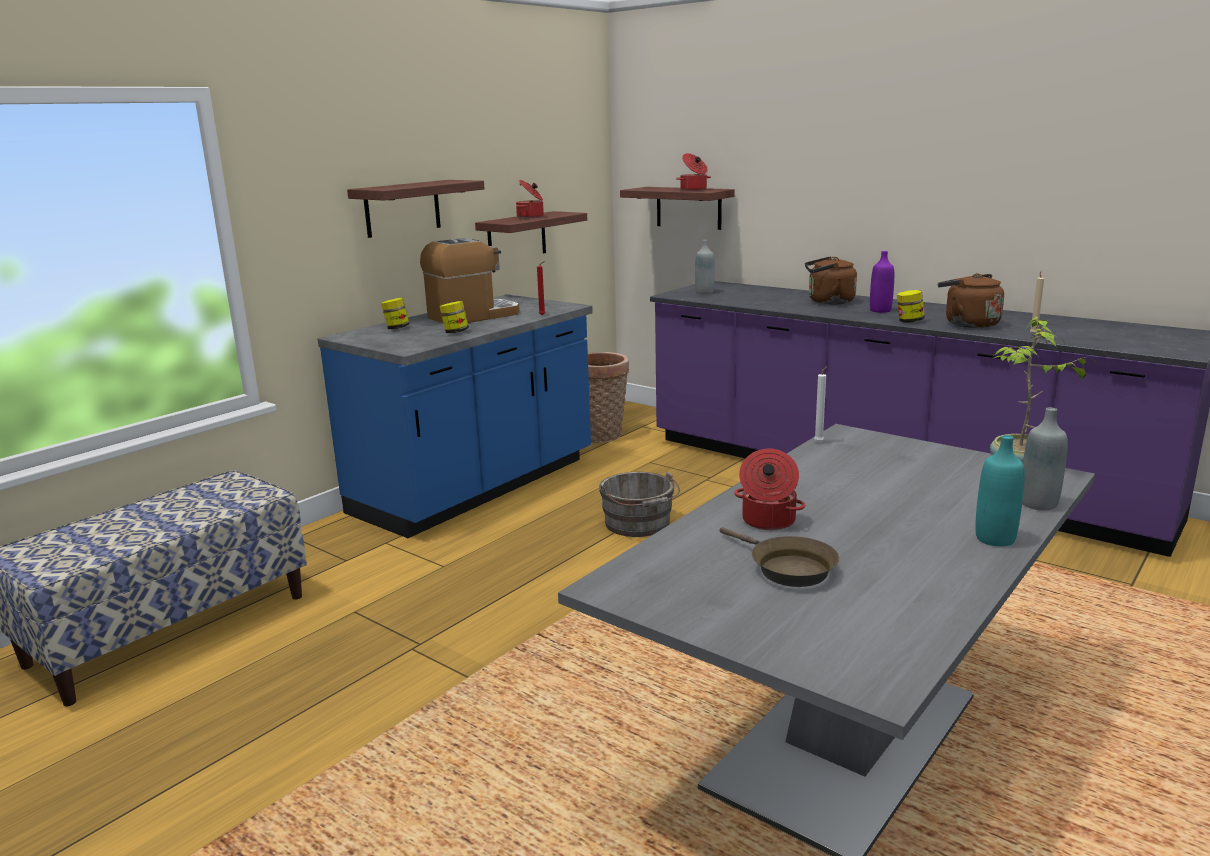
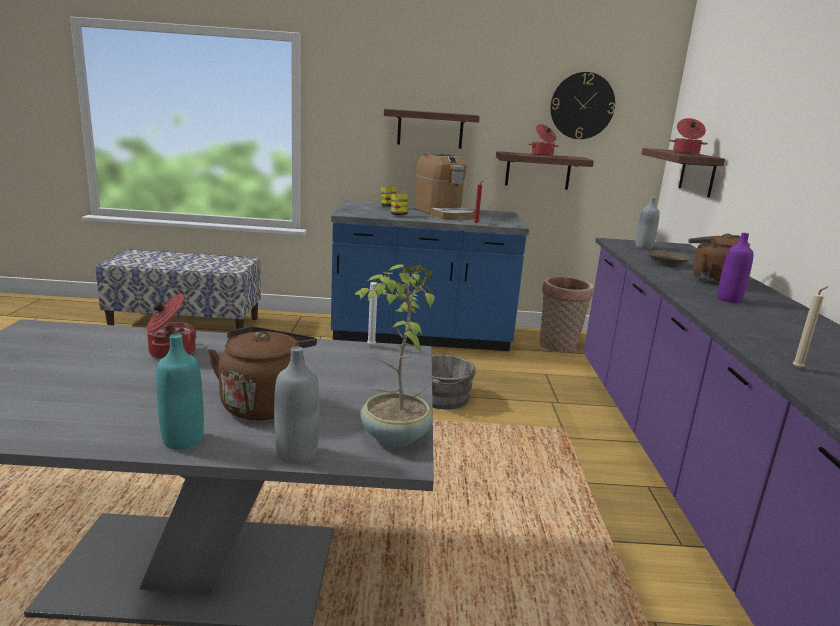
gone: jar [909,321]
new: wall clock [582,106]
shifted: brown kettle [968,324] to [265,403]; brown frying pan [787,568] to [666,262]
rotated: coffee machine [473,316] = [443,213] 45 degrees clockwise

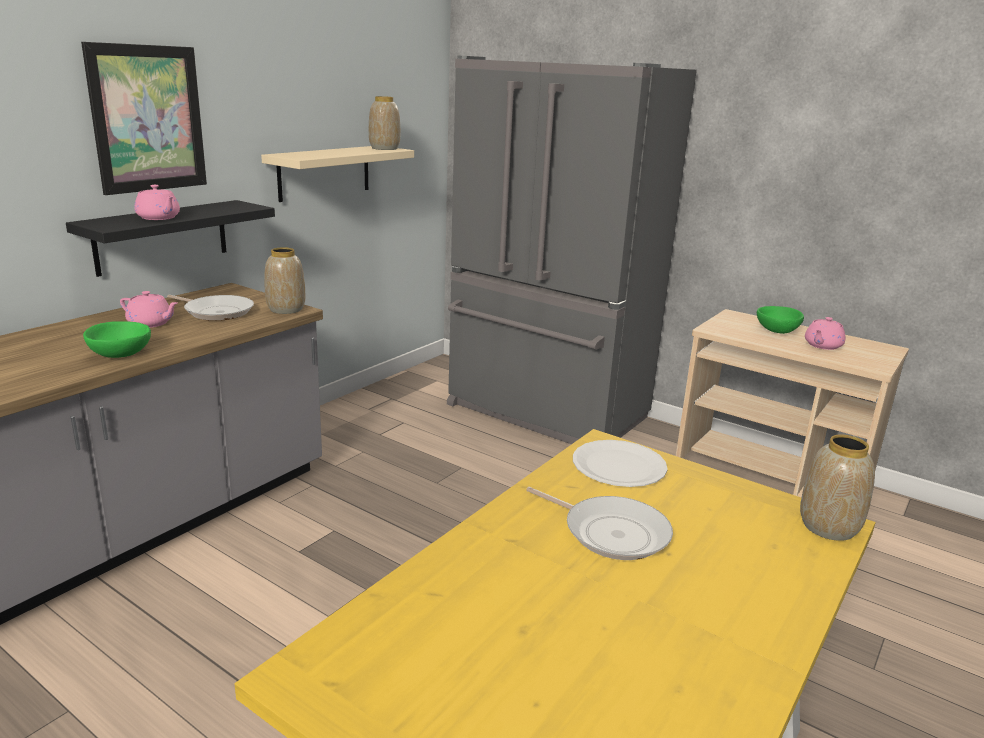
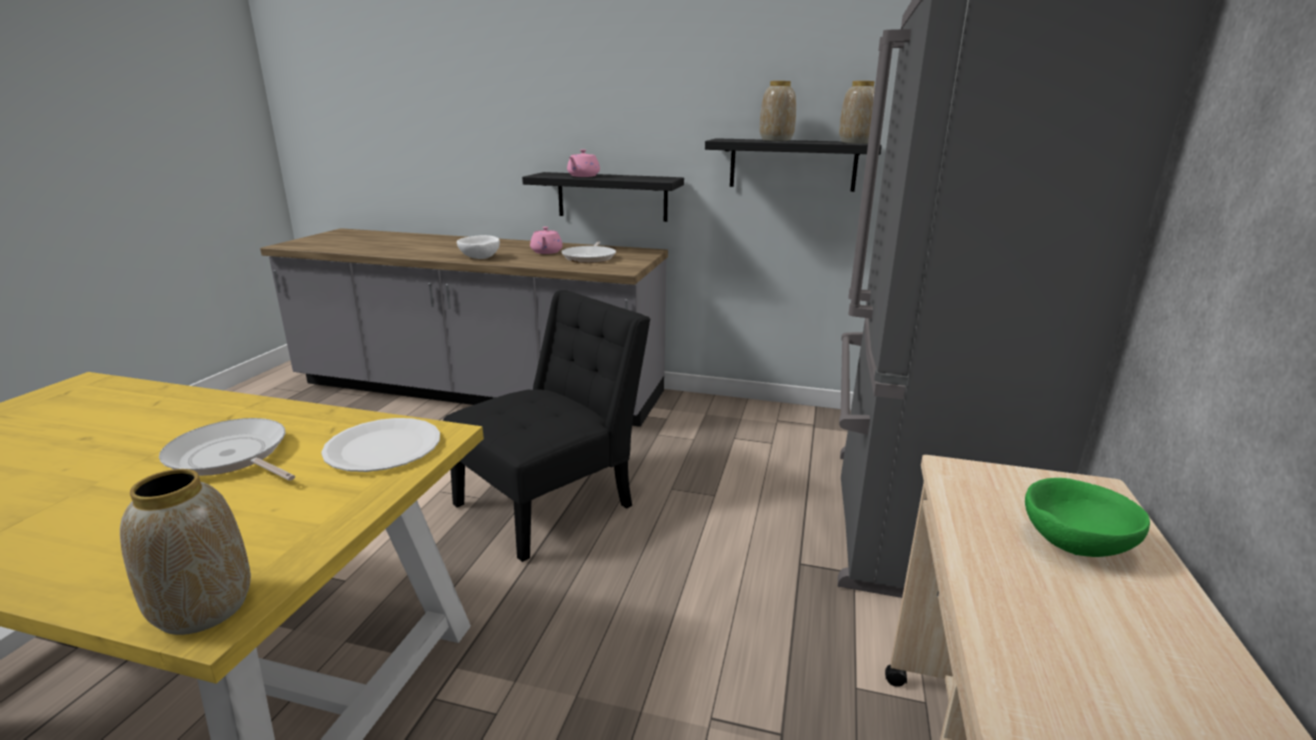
gone: picture [148,119]; pink teapot [822,346]
new: black chair [552,502]
shifted: vase [286,309] to [776,140]
repainted: beige shelf [324,172] to black shelf [792,164]; green bowl [120,355] to white bowl [479,258]
rotated: frying pan [611,532] = [231,457] 105 degrees clockwise

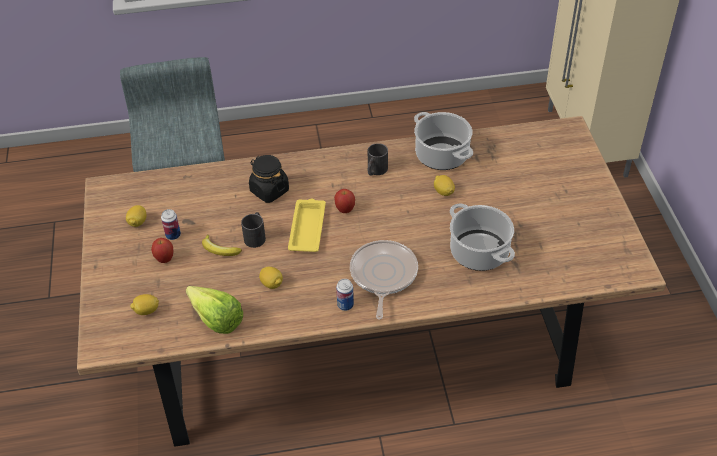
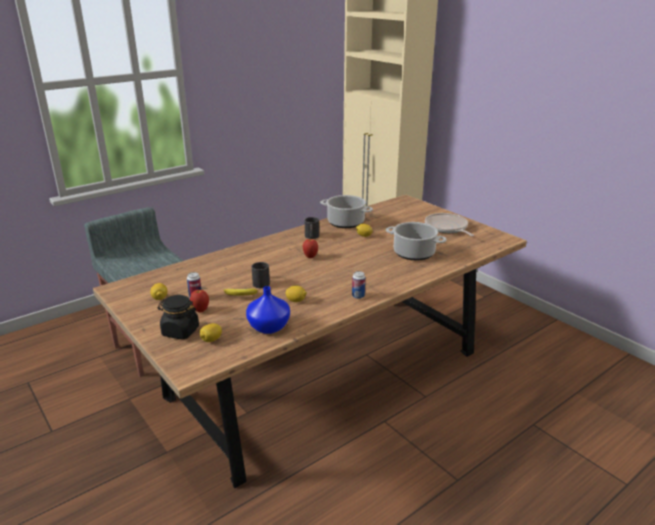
gone: yellow tray [307,228]
shifted: black jar [269,190] to [180,331]; frying pan [383,275] to [447,228]
swapped: lettuce [214,316] to blue vase [269,327]

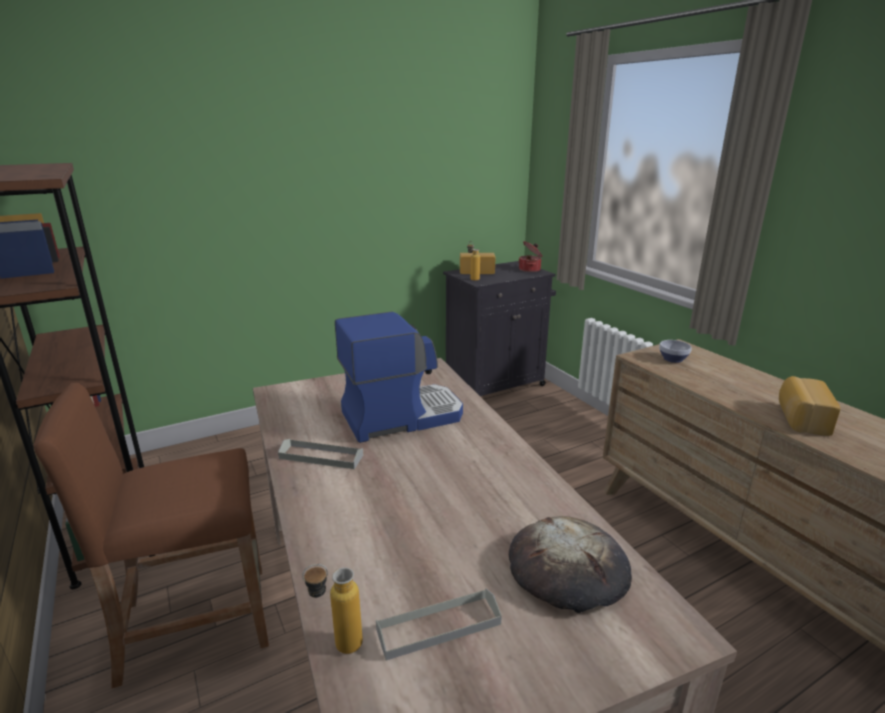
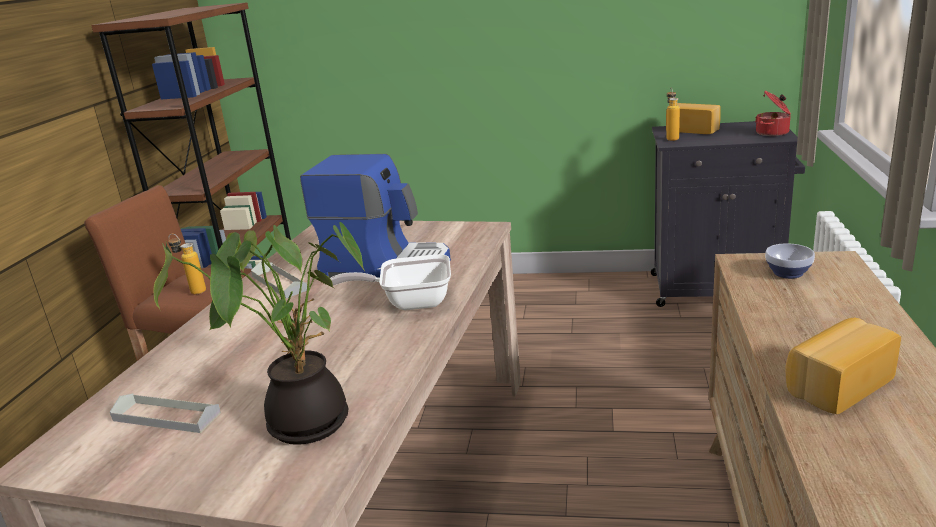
new: frying pan [410,302]
shifted: bottle [337,646] to [193,291]
swapped: bread [568,569] to potted plant [303,421]

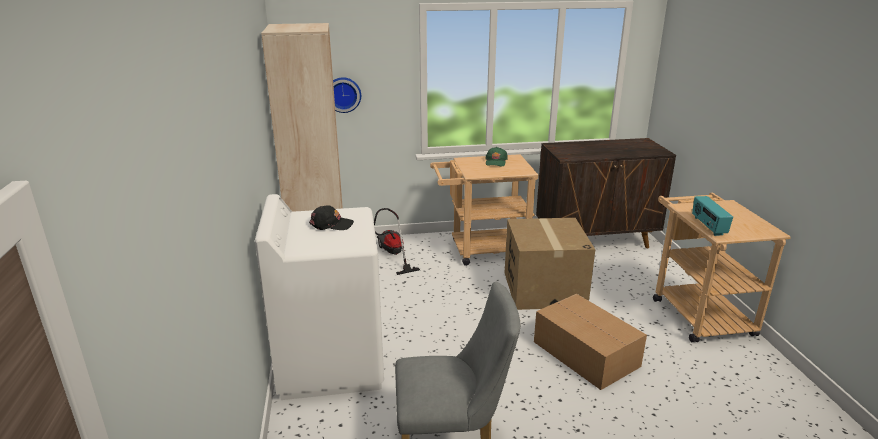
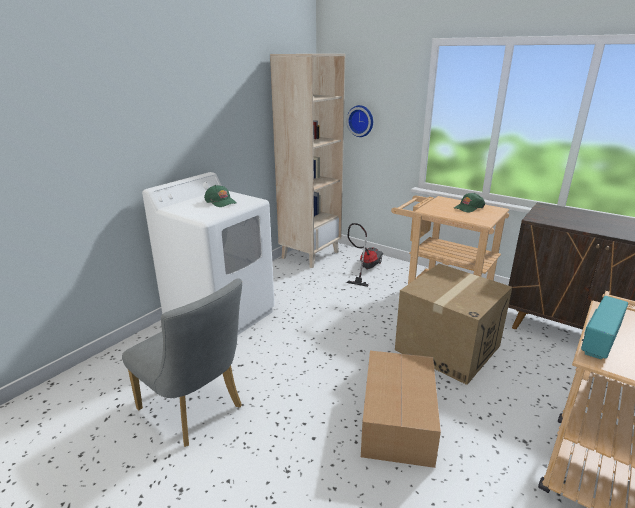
repainted: black cap [331,224] to green cap [221,202]

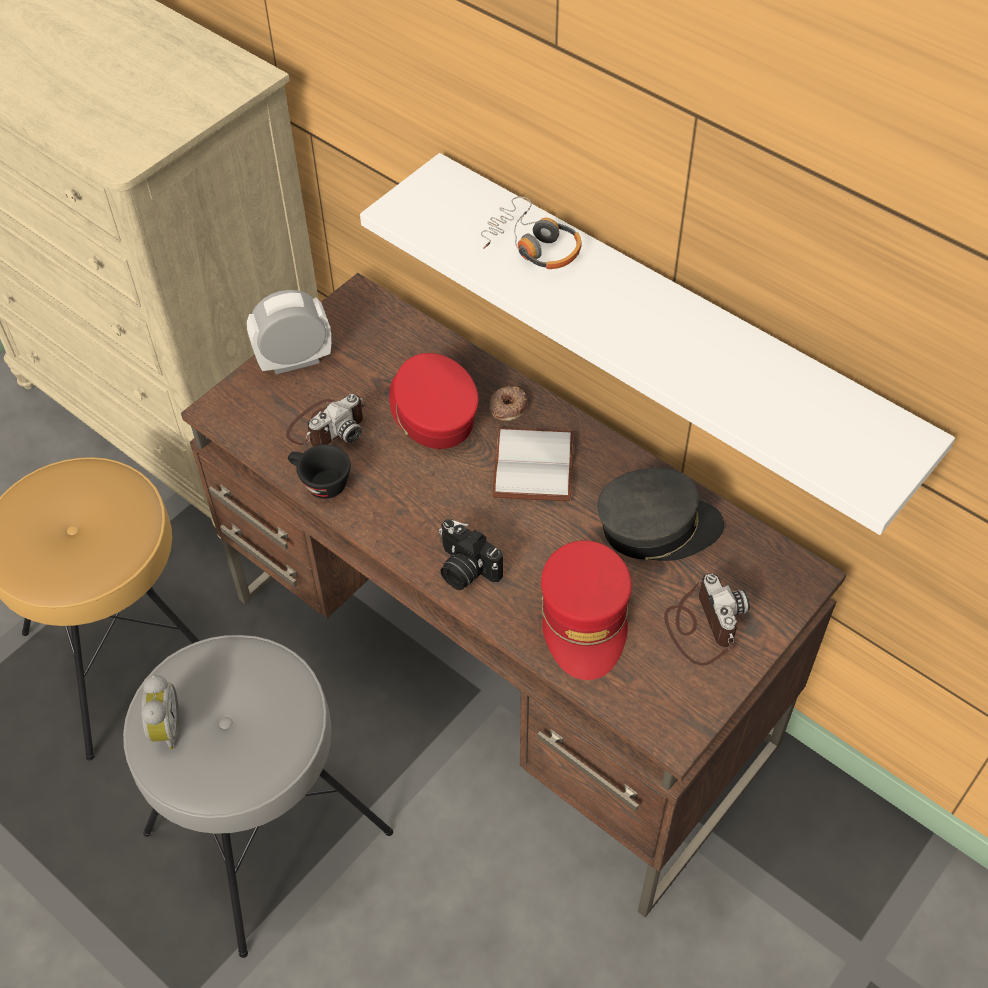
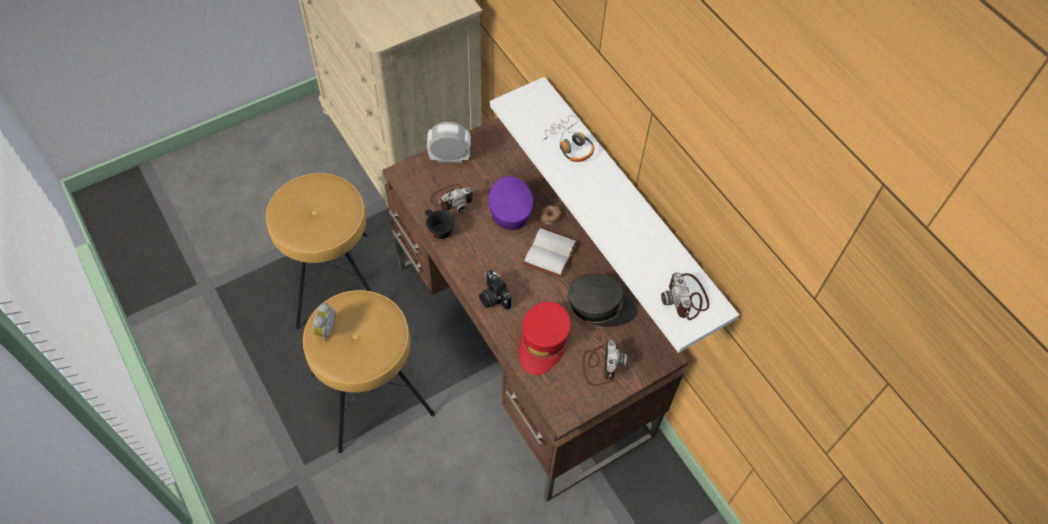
new: photo camera [686,298]
repainted: red cap [432,412] to purple cap [509,207]; grey stool [266,831] to brown stool [372,393]

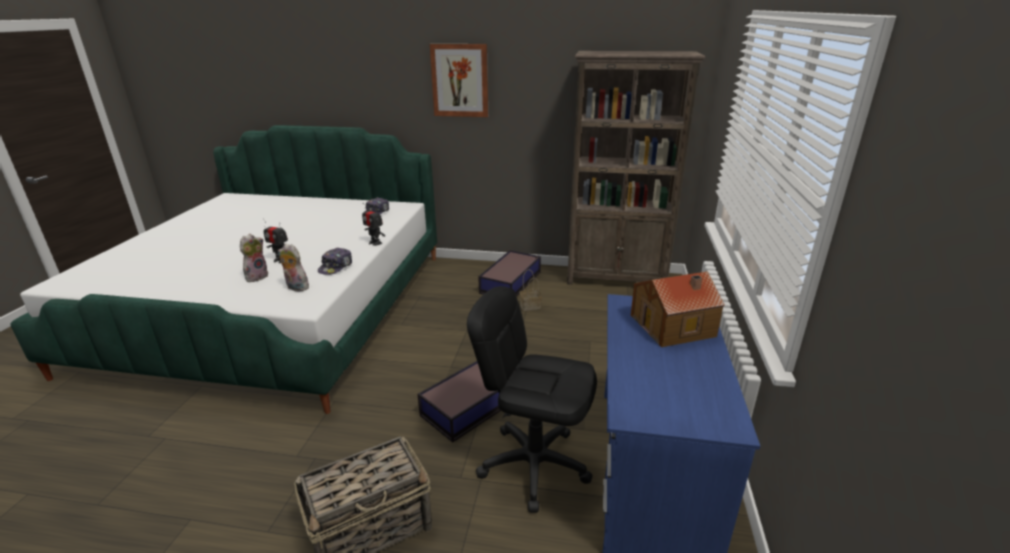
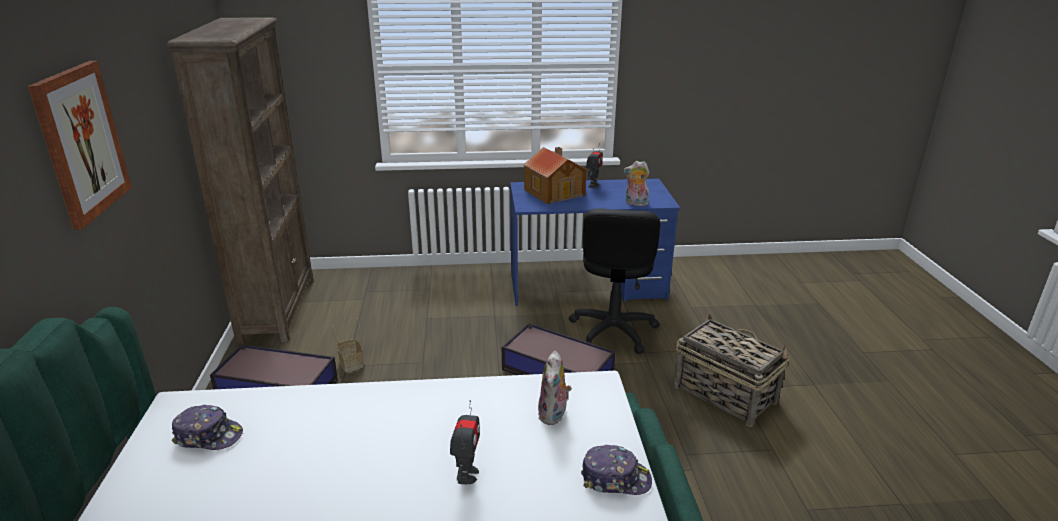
shifted: toy robot [375,243] to [593,185]; plush toy [257,276] to [635,203]; cap [336,267] to [615,478]

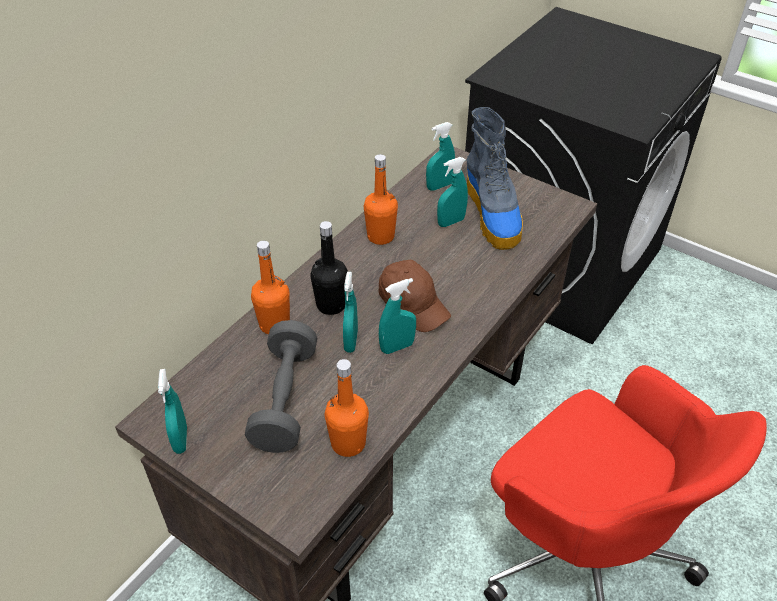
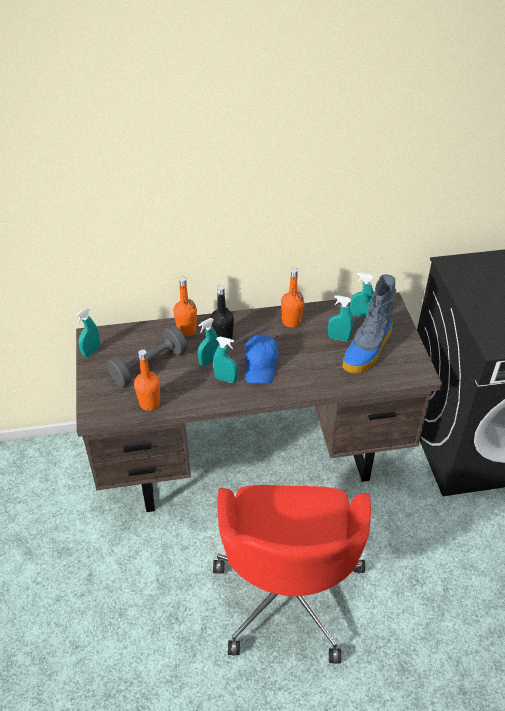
repainted: brown cap [413,304] to blue cap [261,365]

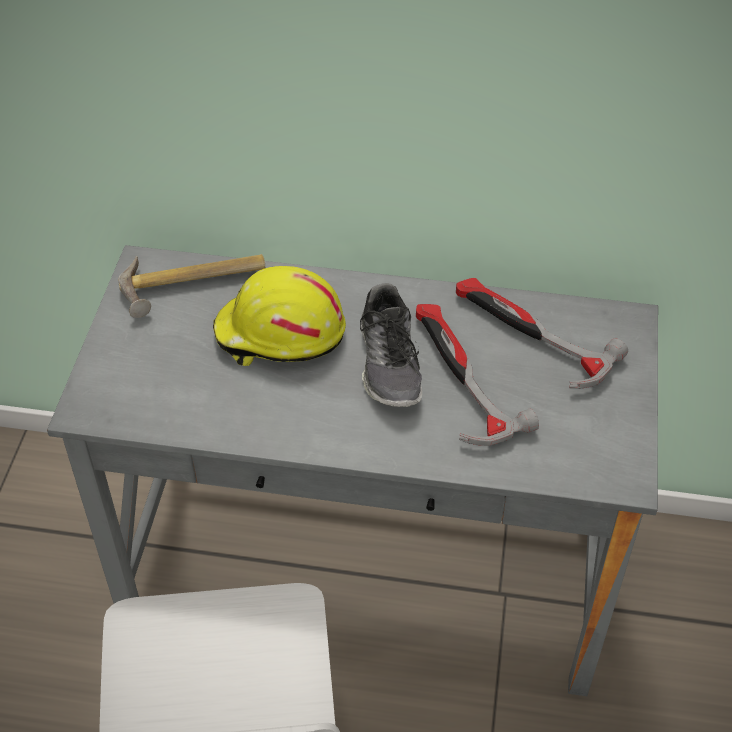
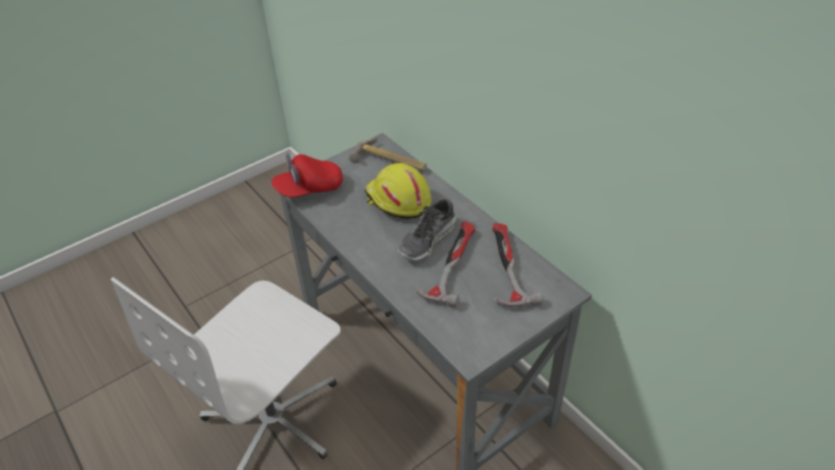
new: red cap [309,189]

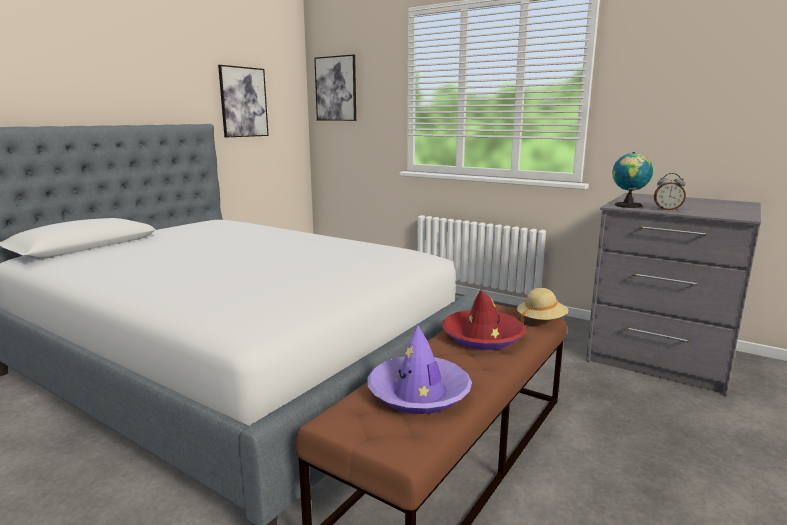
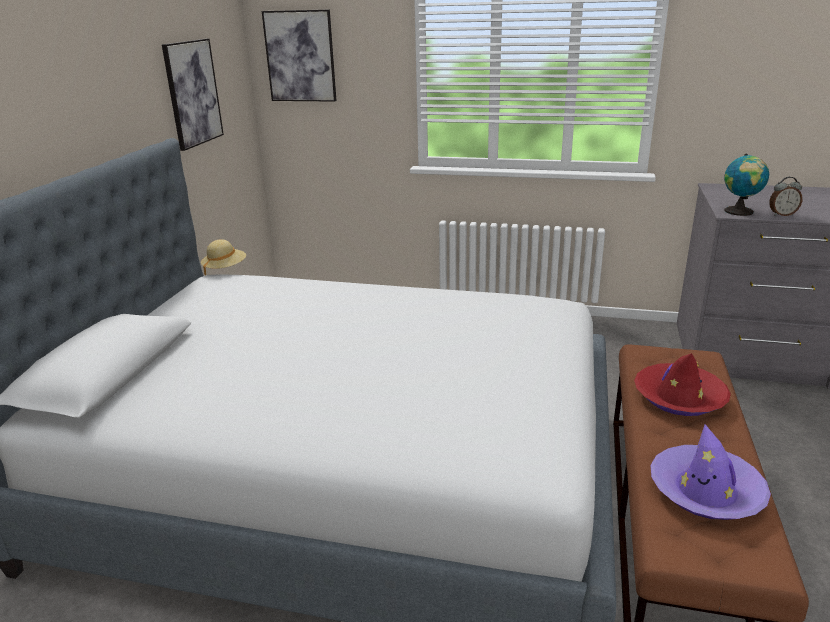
shifted: beige hat [541,320] to [225,269]

